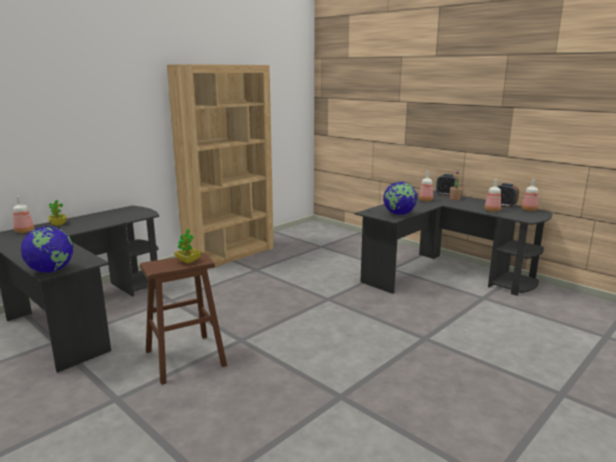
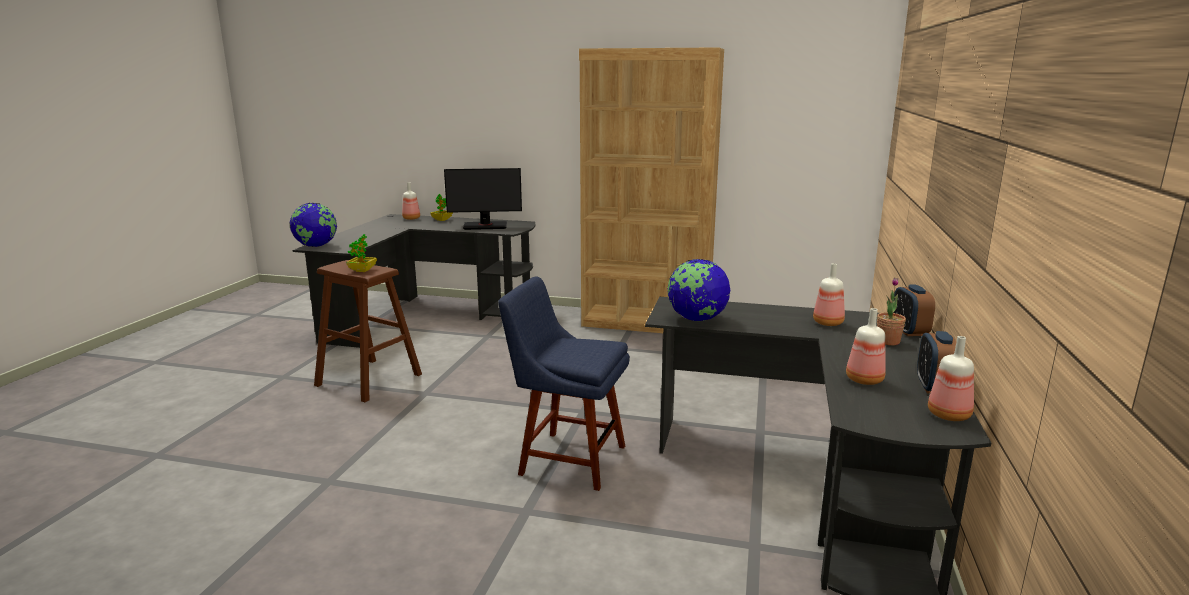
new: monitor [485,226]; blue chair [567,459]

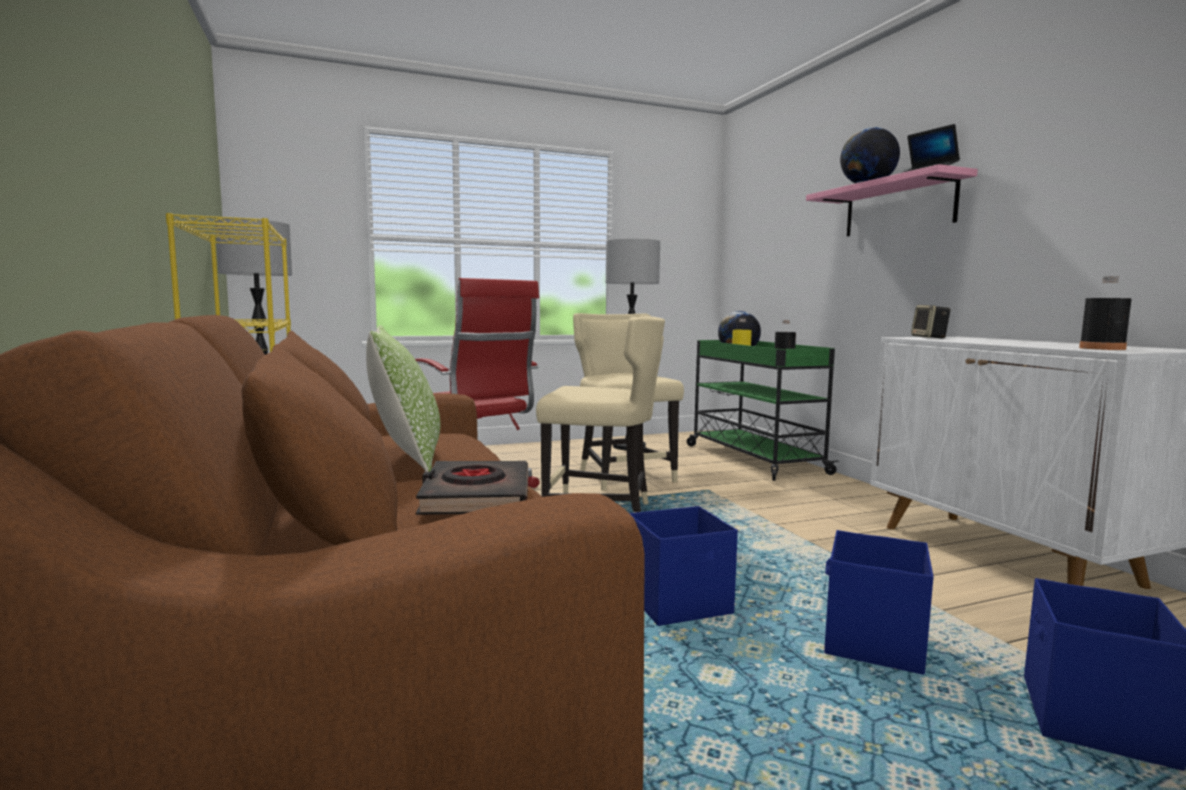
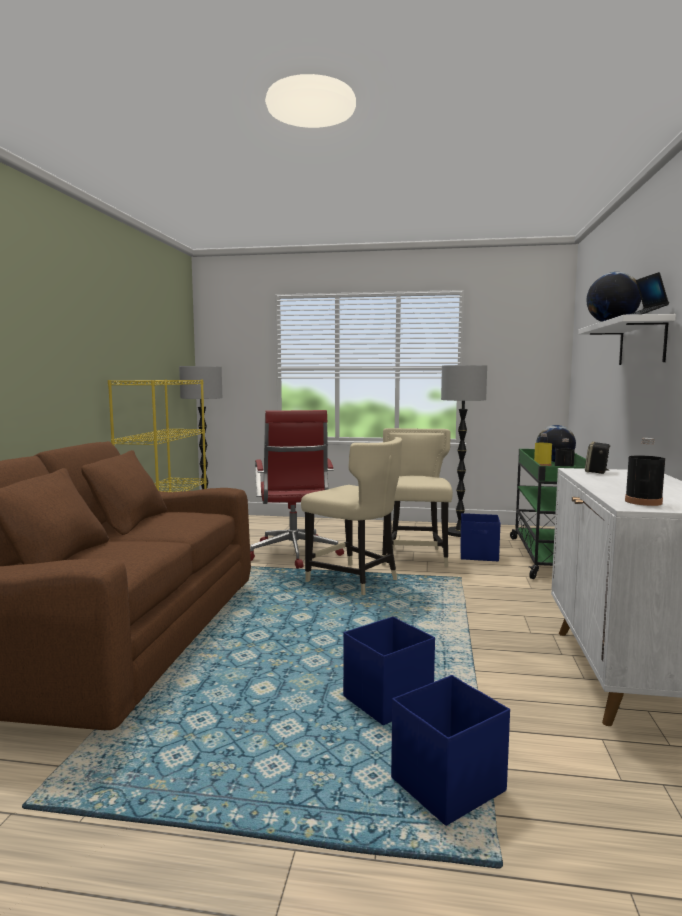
gone: pillow [407,459]; black book [476,497]
shifted: blue storage box [680,603] to [479,555]
repainted: pink shelf [898,207] to white shelf [641,343]

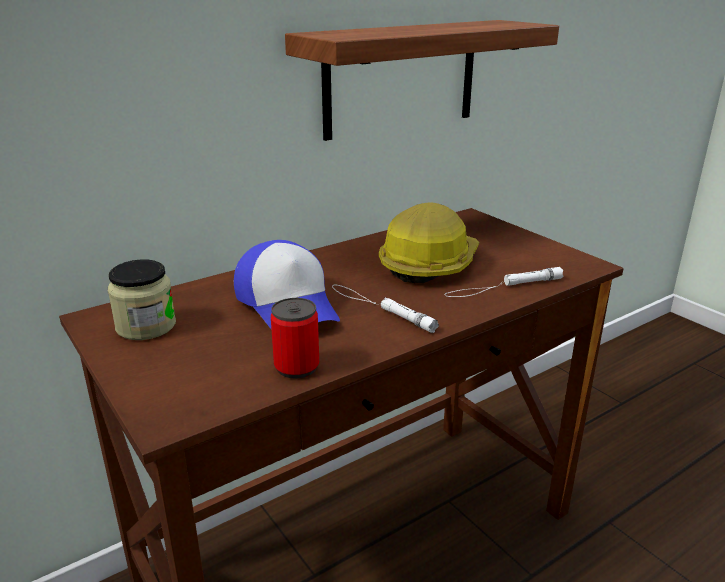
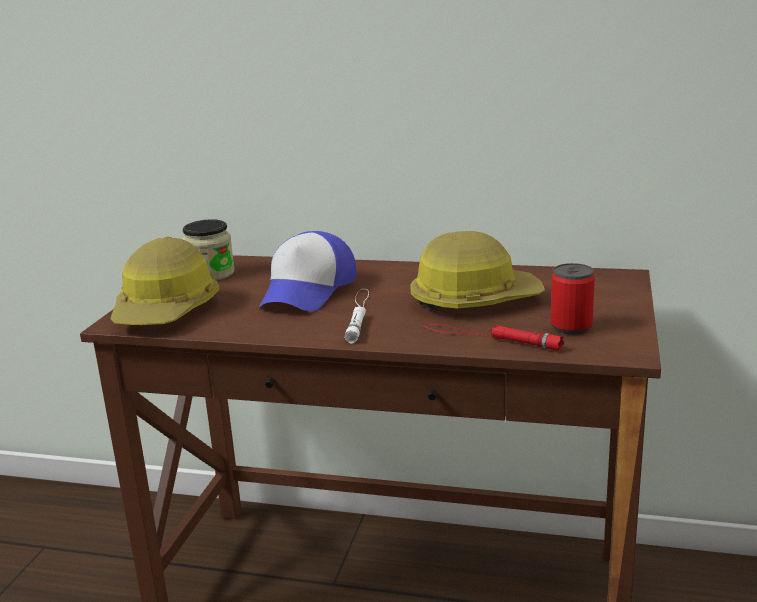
gone: shelf [401,78]
new: hard hat [167,311]
shifted: can [296,367] to [571,327]
repainted: white flashlight [503,287] to red flashlight [489,337]

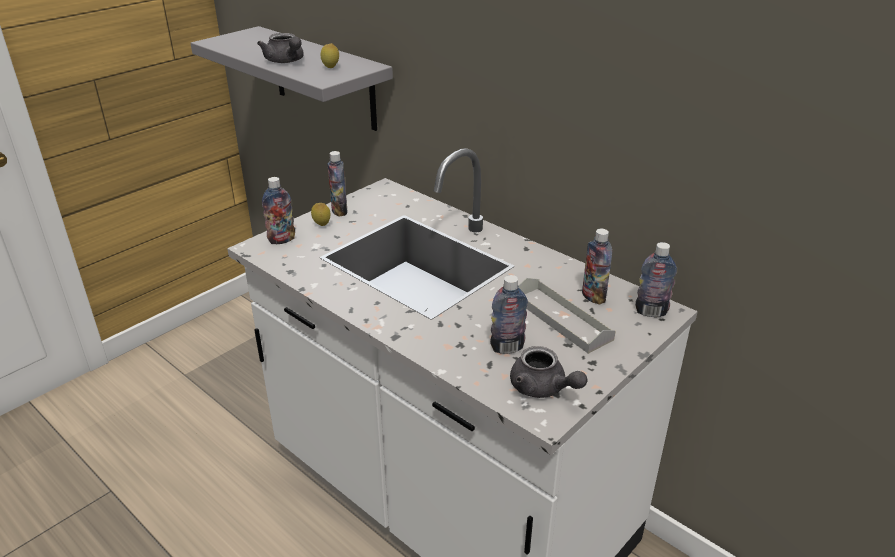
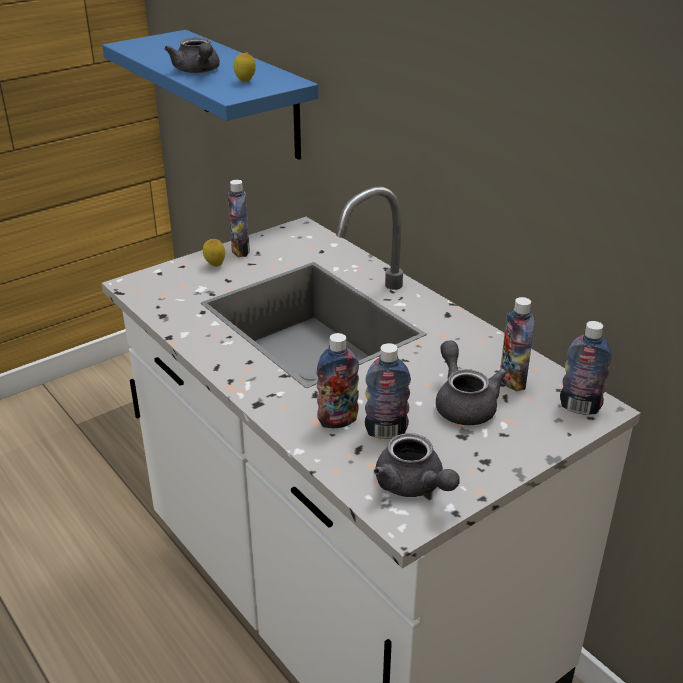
shifted: bottle [282,240] to [338,421]
swapped: grey tray [561,318] to grey teapot [463,404]
repainted: grey shelf [323,78] to blue shelf [248,94]

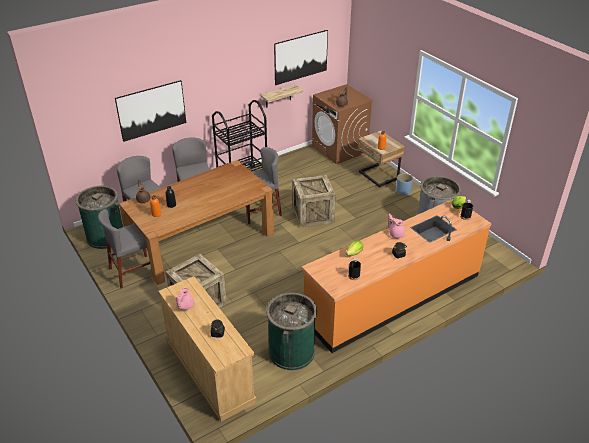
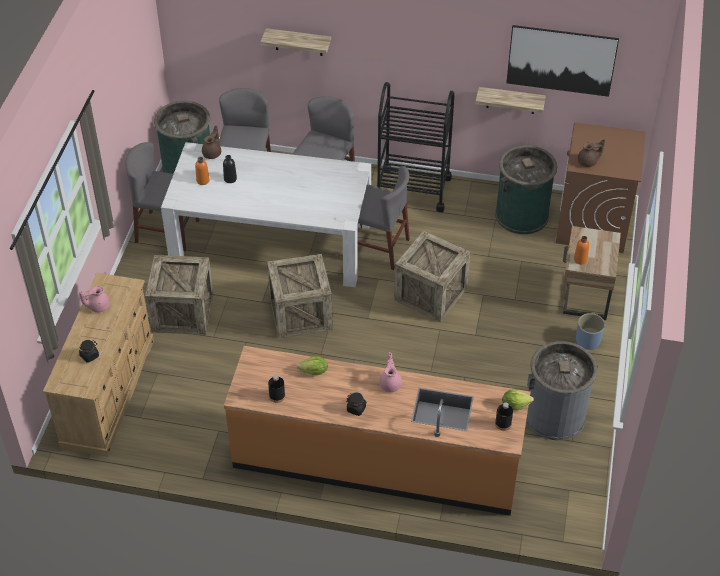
new: crate [300,314]
shifted: green trash can [291,351] to [521,215]
swapped: picture [151,110] to shelf [298,42]
repainted: brown dining table [202,240] to white dining table [271,241]

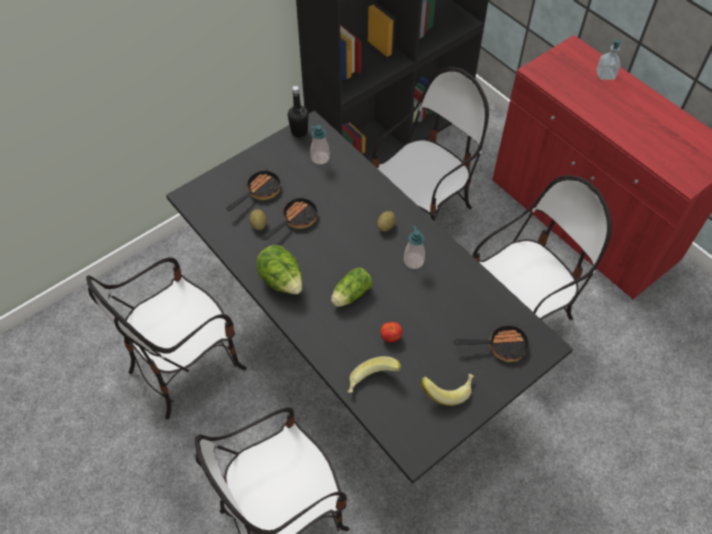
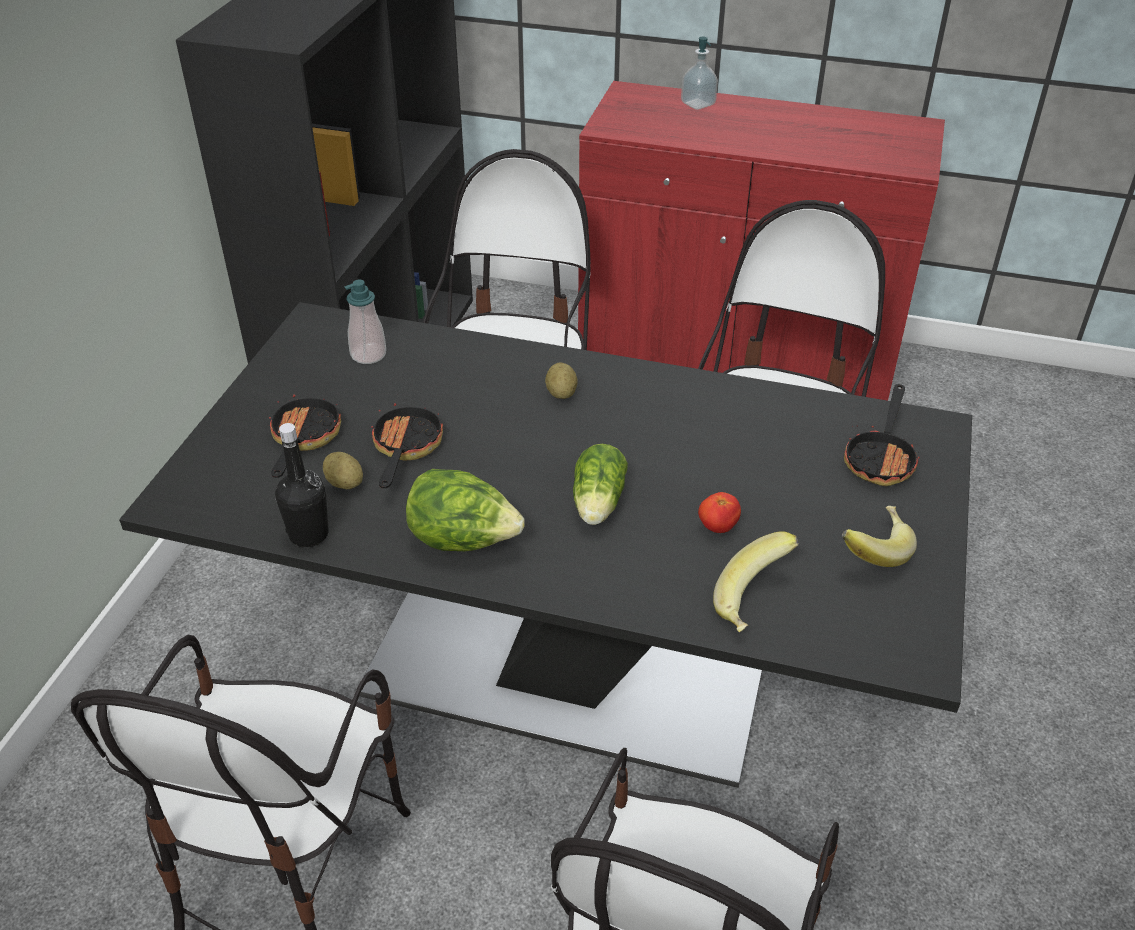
gone: soap dispenser [413,261]
shifted: black bottle [299,132] to [309,534]
rotated: frying pan [500,346] = [881,458] 150 degrees clockwise

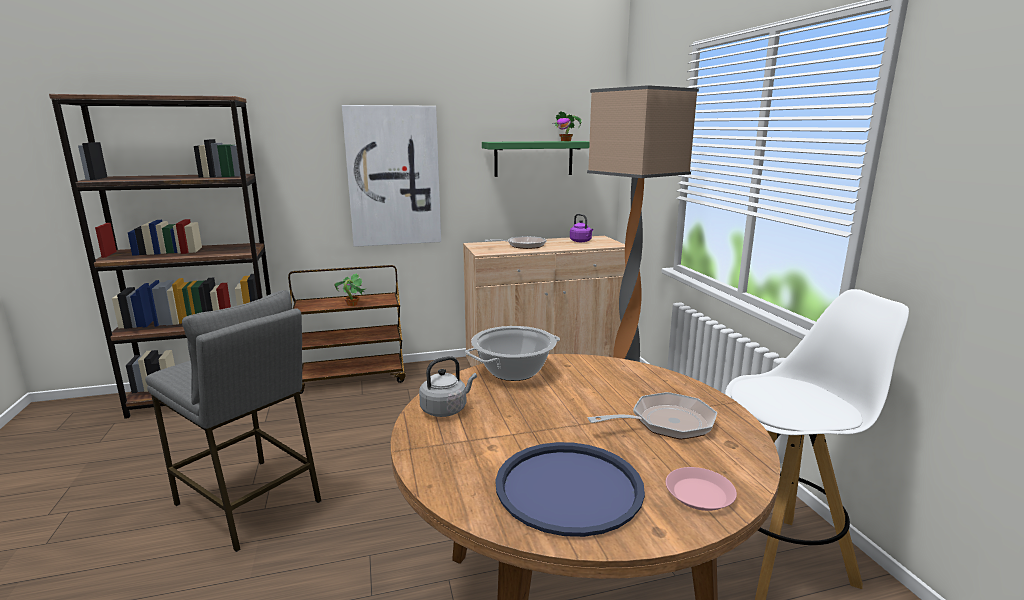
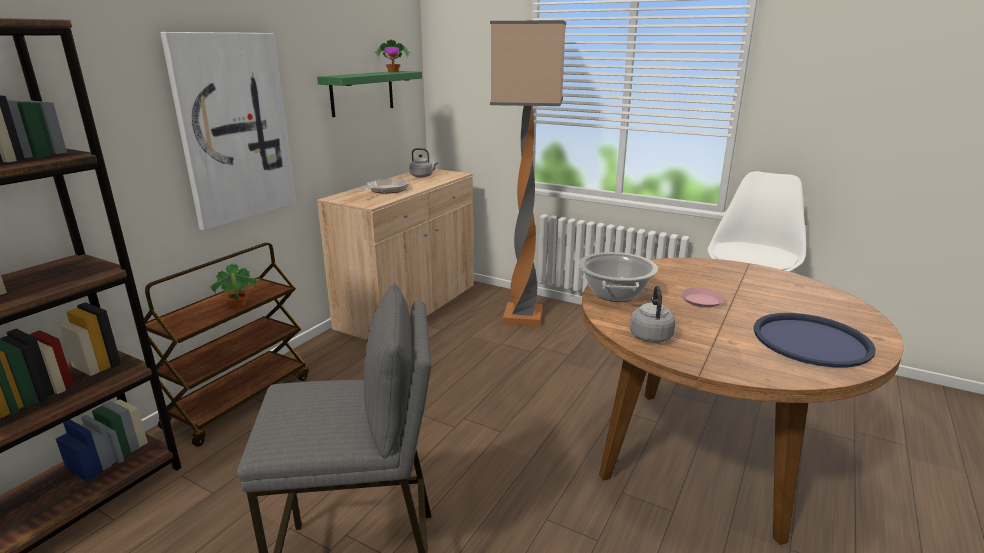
gone: frying pan [666,423]
shifted: pink plate [699,494] to [701,300]
repainted: purple kettle [581,241] to grey kettle [422,176]

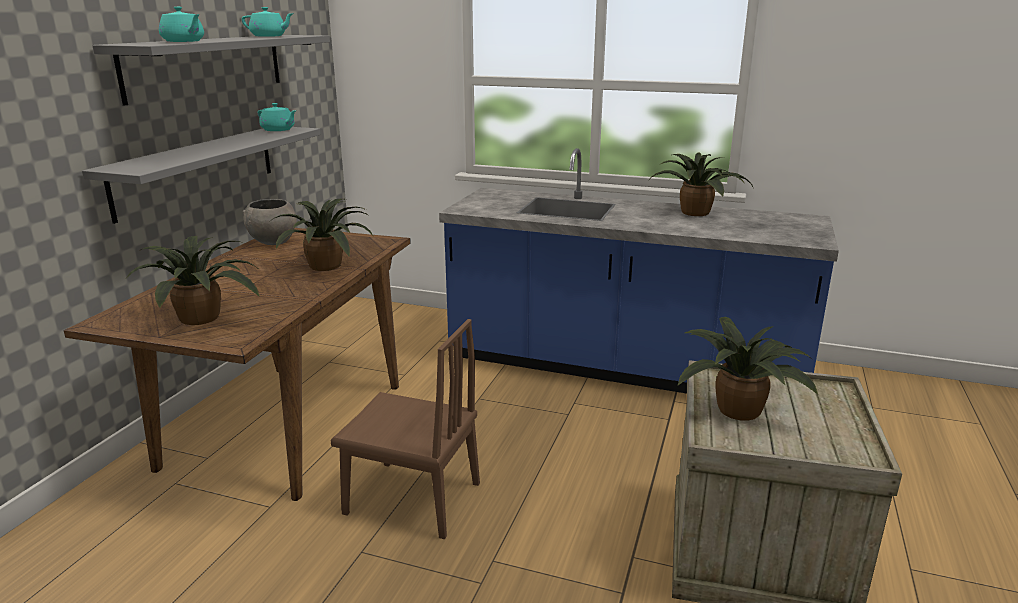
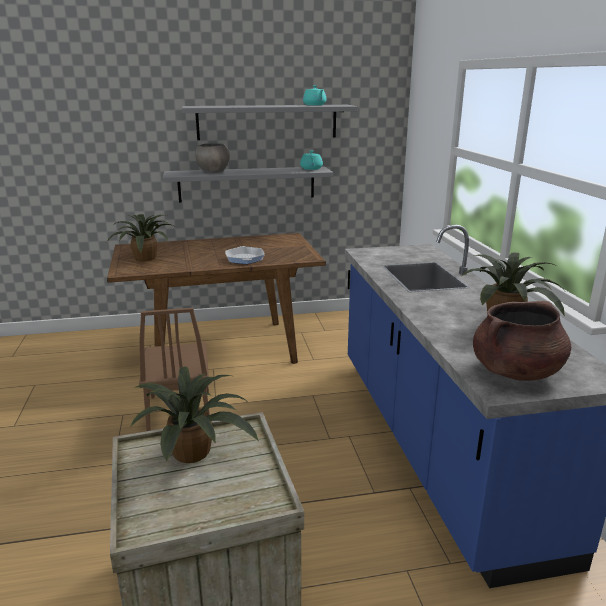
gone: turquoise teapot [184,41]
new: brown cooking pot [515,372]
shifted: grey bowl [273,241] to [213,172]
swapped: potted plant [327,266] to frying pan [245,258]

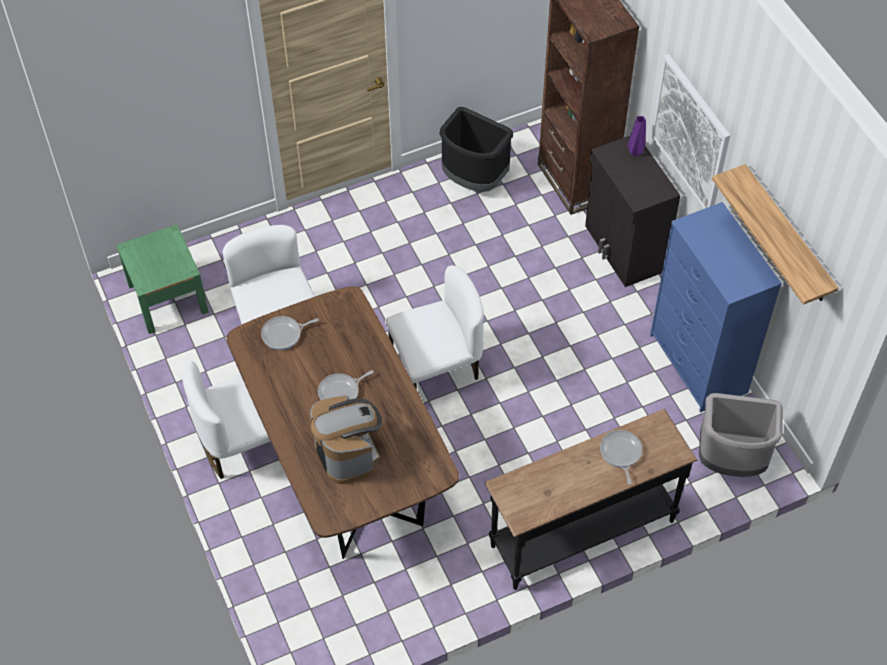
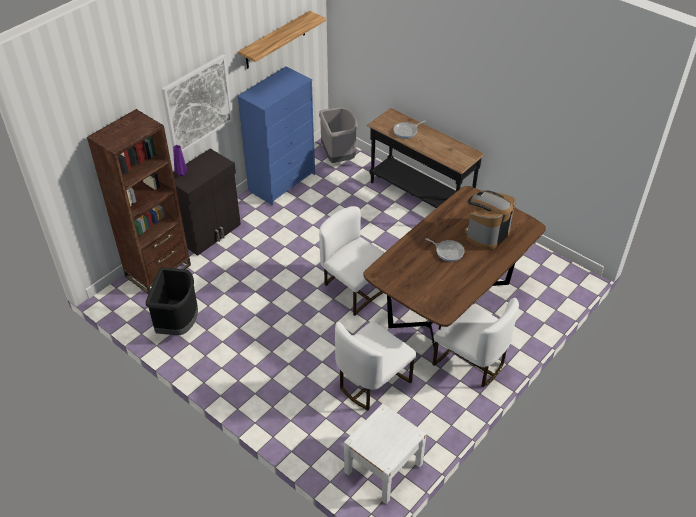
gone: frying pan [284,334]
repainted: green nightstand [168,298] to white nightstand [383,468]

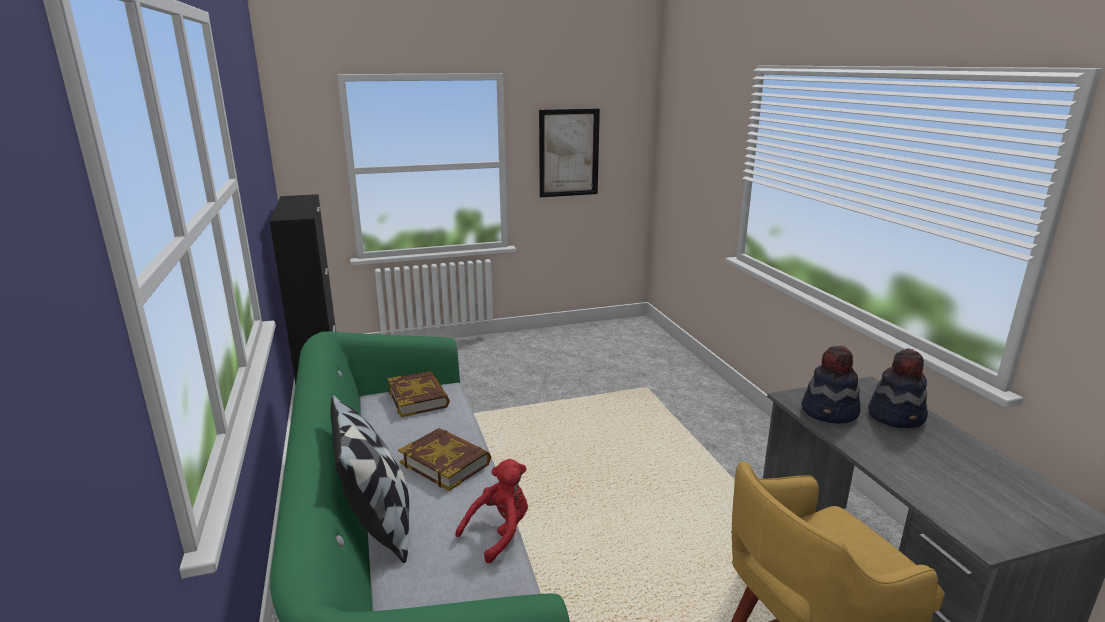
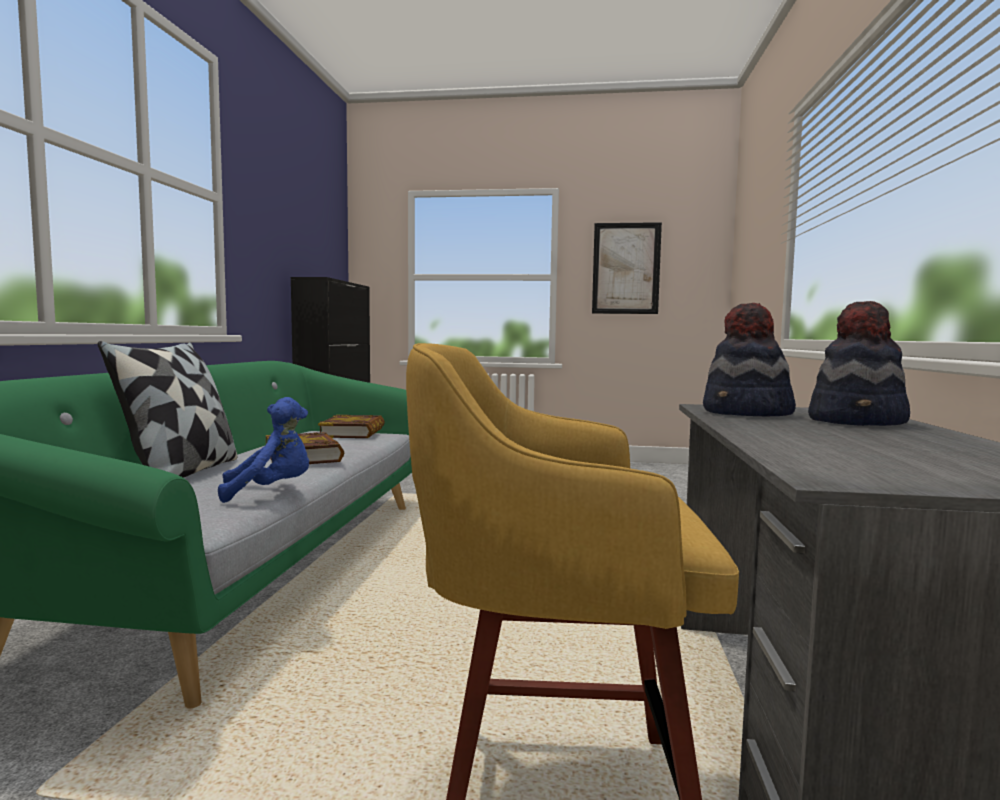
repainted: red plush toy [499,532] to blue plush toy [271,491]

